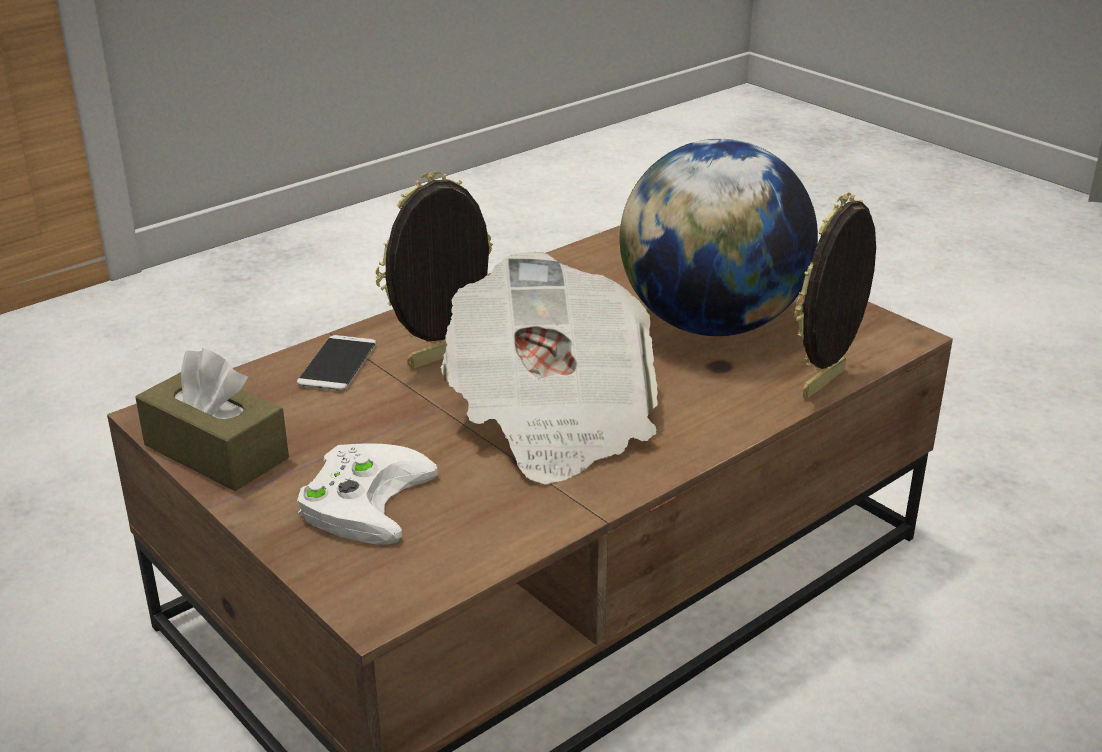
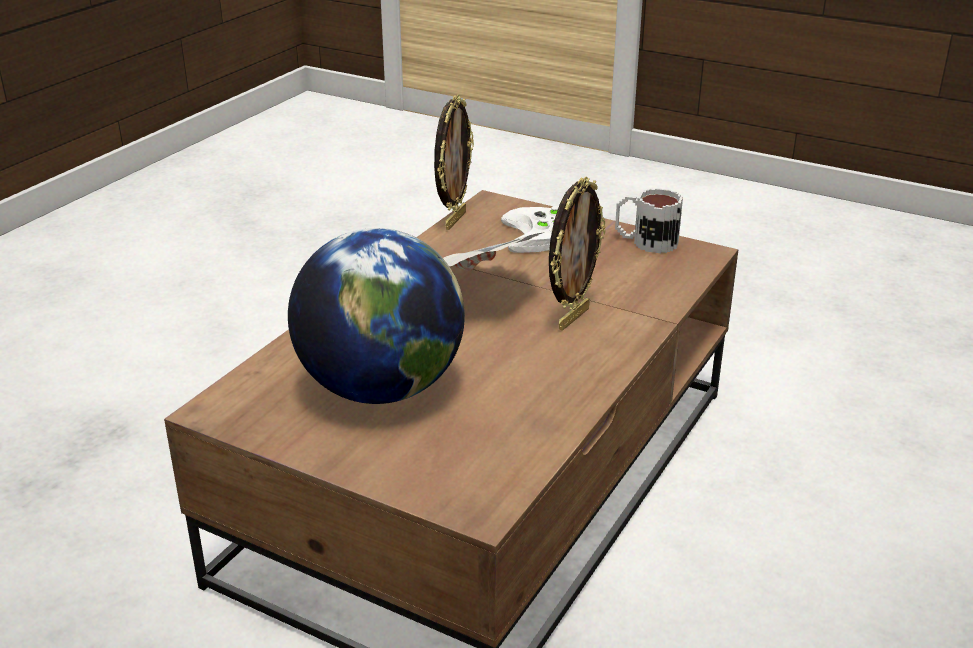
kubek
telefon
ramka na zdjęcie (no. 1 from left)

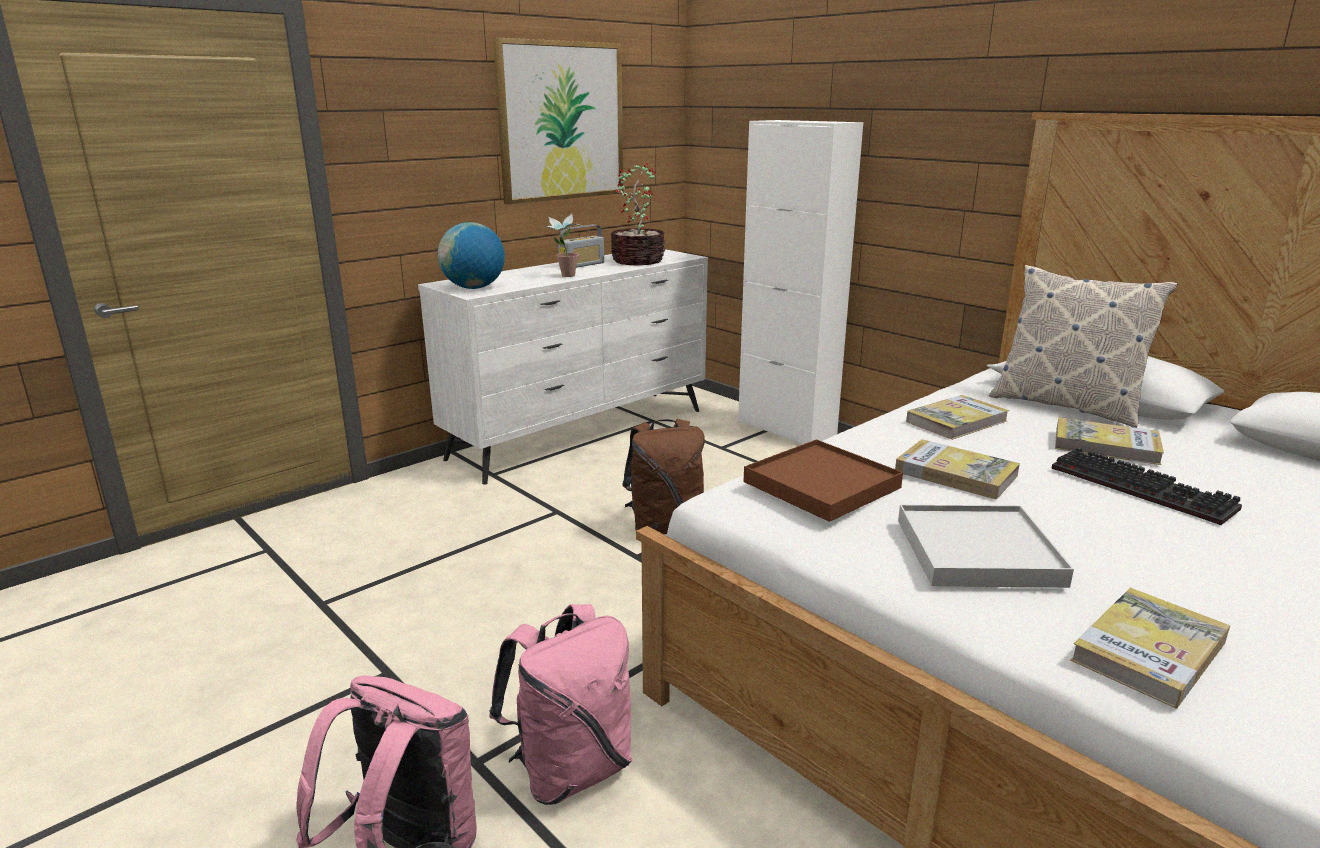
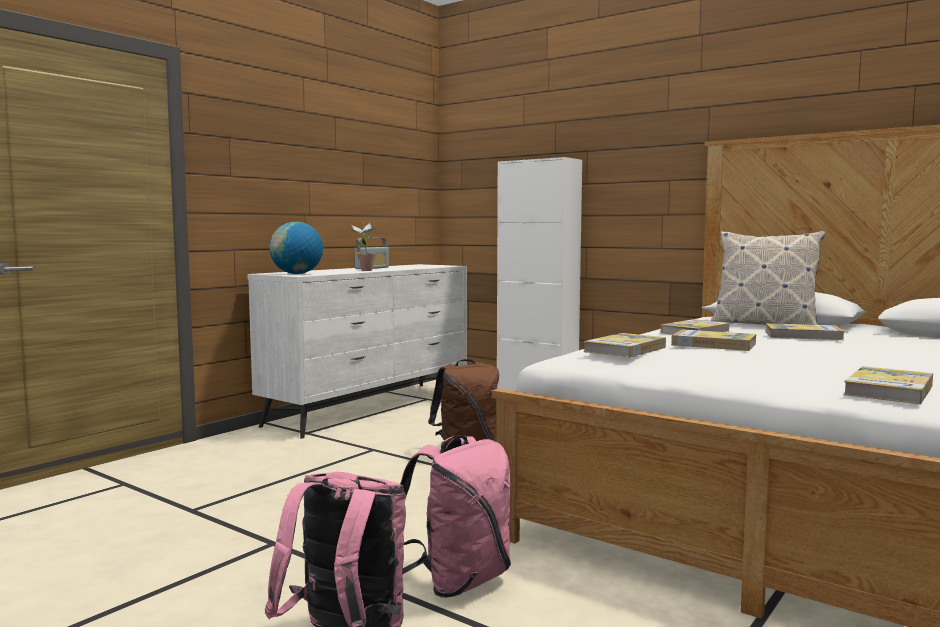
obraz
roślina doniczkowa (no. 2 from left in the first image)
książka (no. 1 from left)
taca/biały
klawiatura

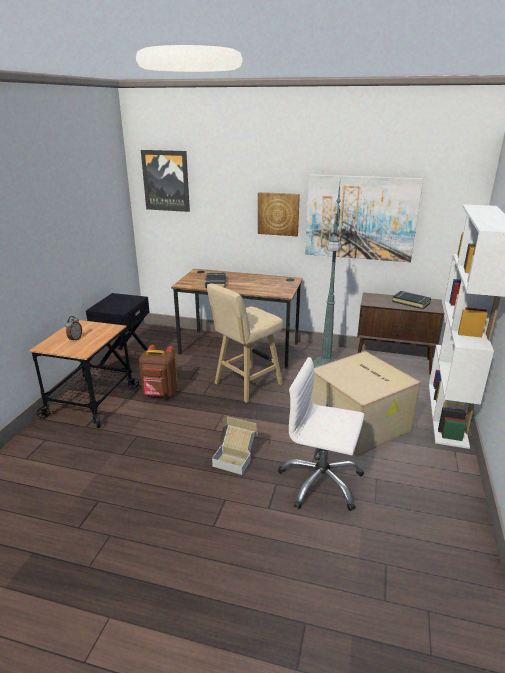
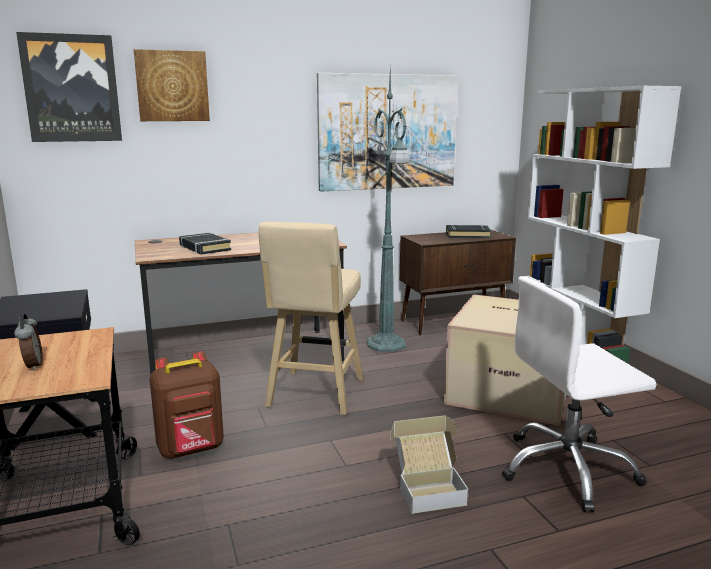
obraz (no. 2 from left)

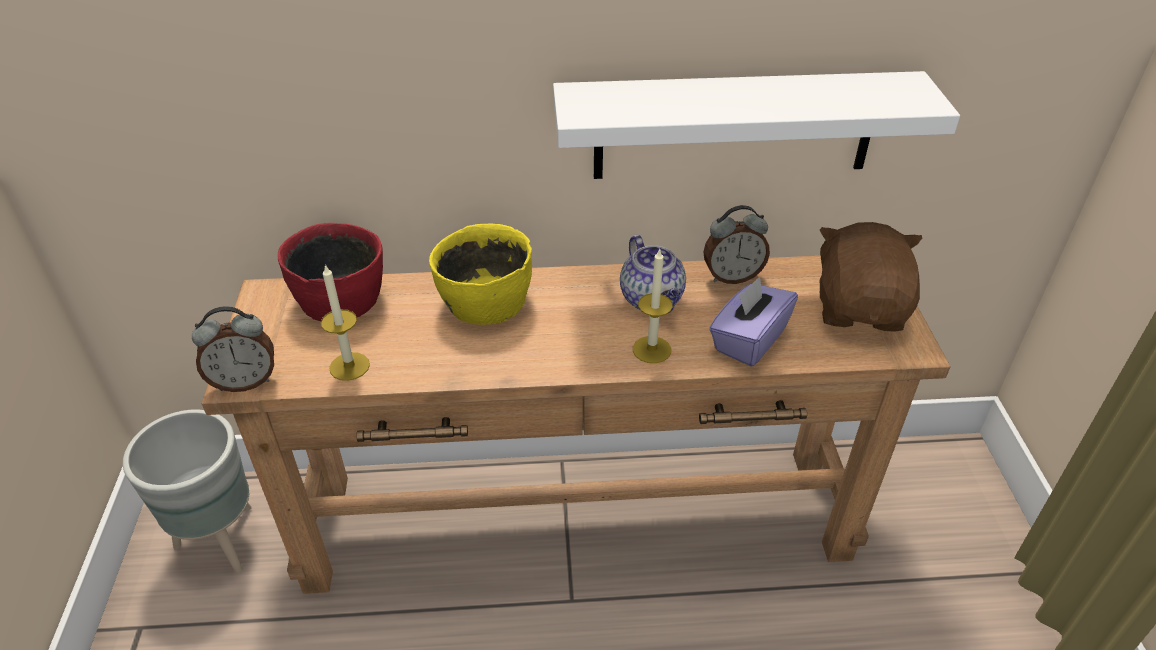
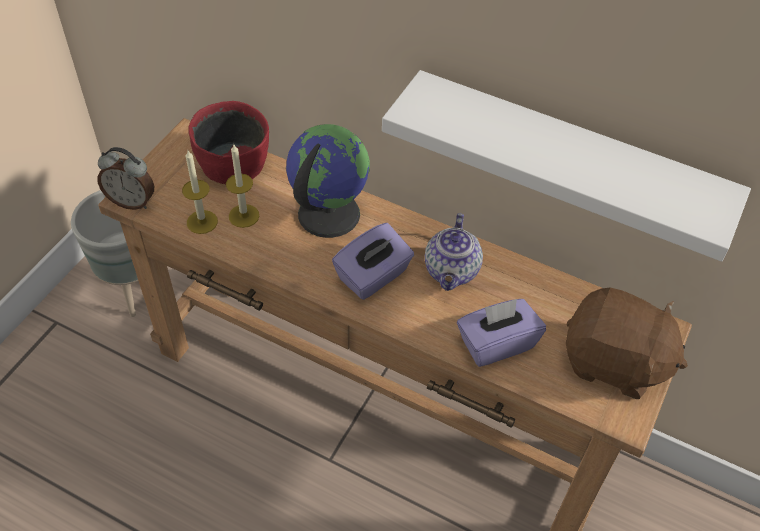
globus
świeca (no. 2 from left)
budzik (no. 2 from left in the first image)
pluszak/brązowy
pudełko chusteczek/fioletowy (no. 1 from left)

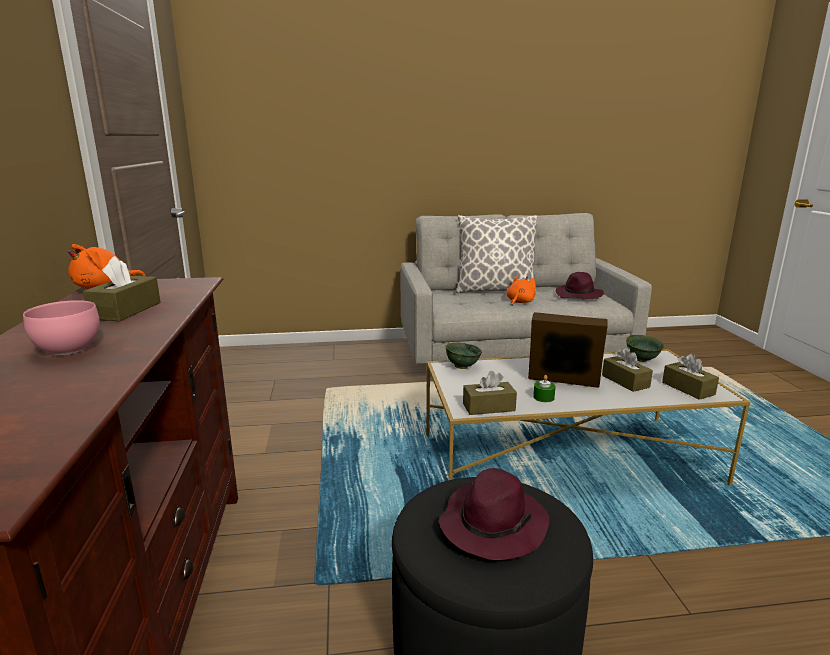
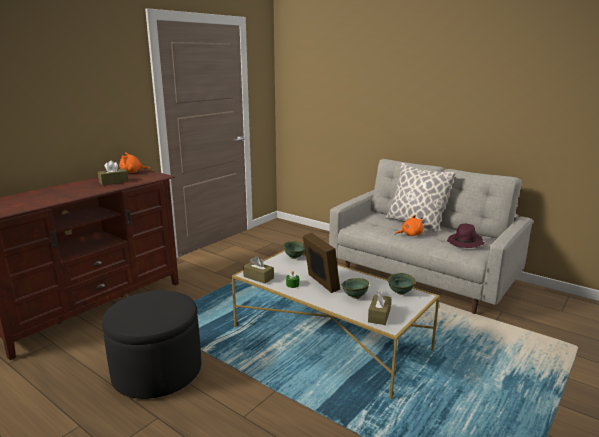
miska/różowy
kapelusz/fioletowy (no. 1 from left in the first image)
miska/zielony (no. 2 from left)

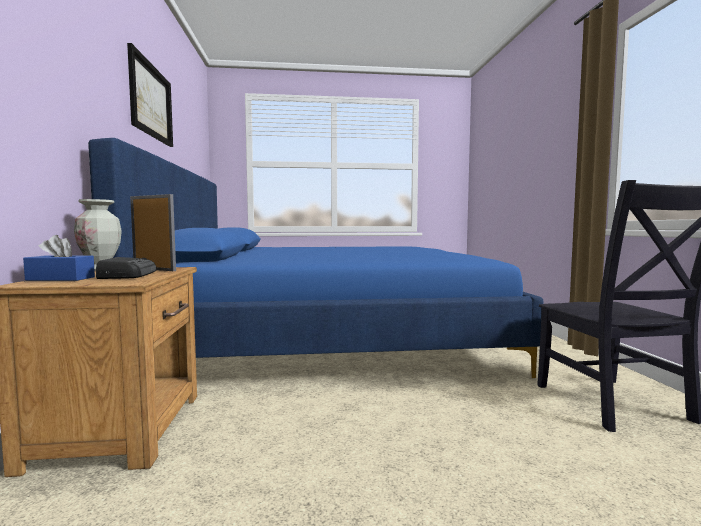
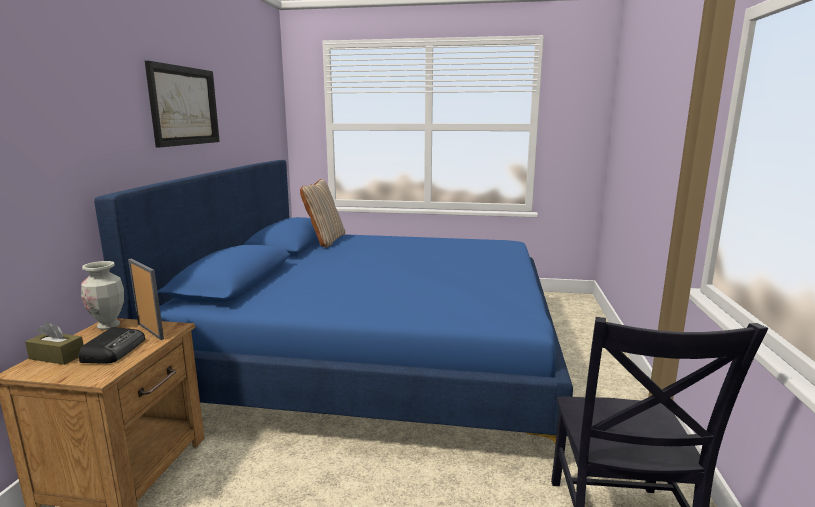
pudełko chusteczek/brązowy
poduszka/beżowy

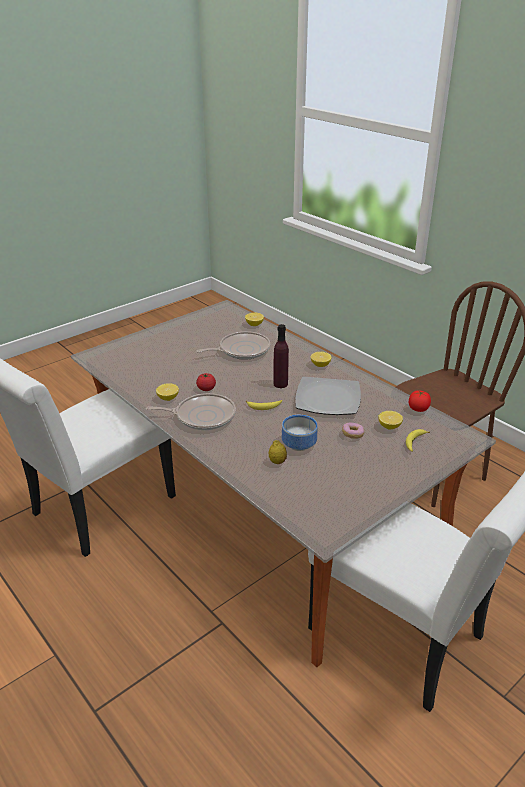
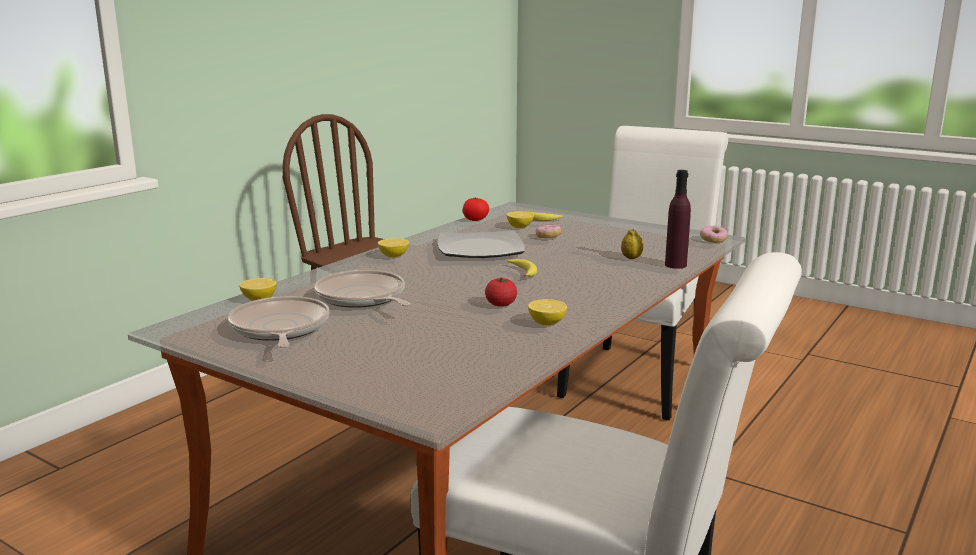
patelnia (no. 1 from left)
butelka/fioletowy
miska
donut (no. 2 from left)

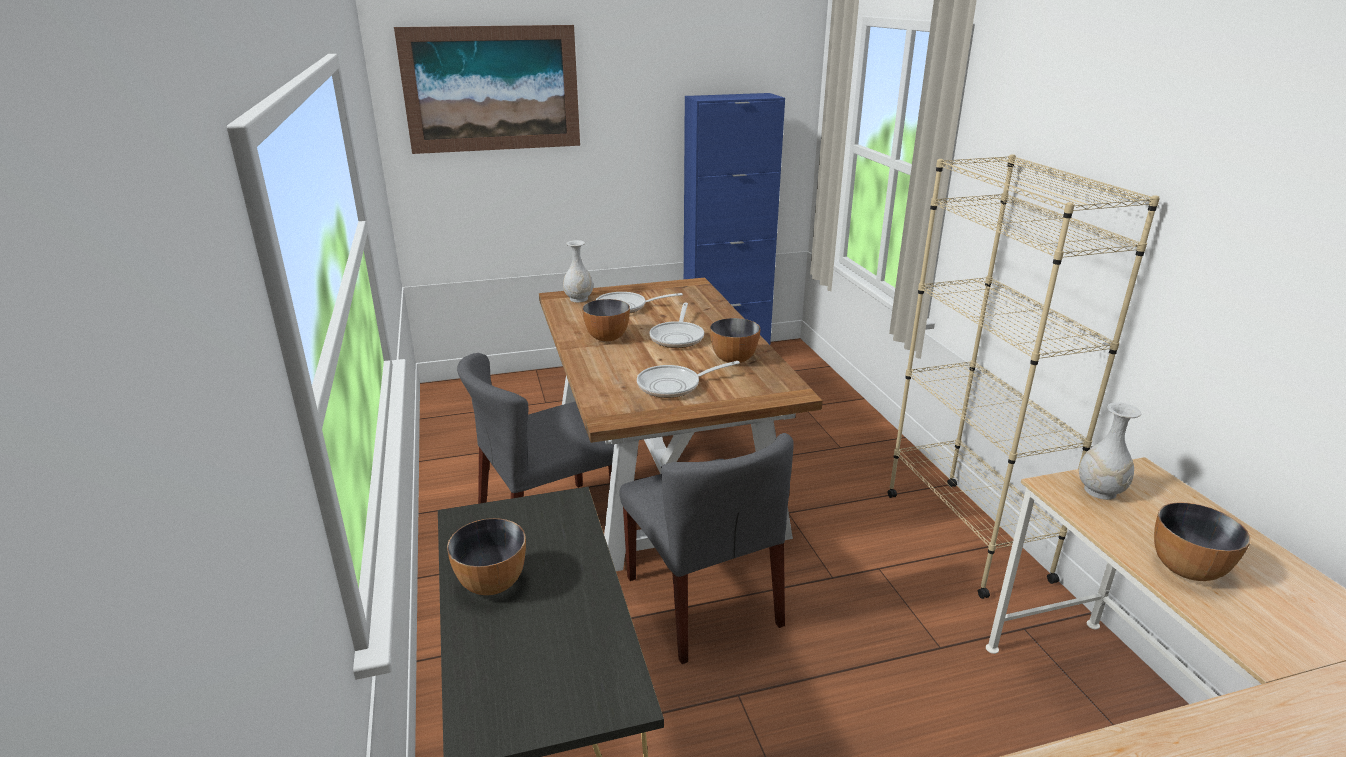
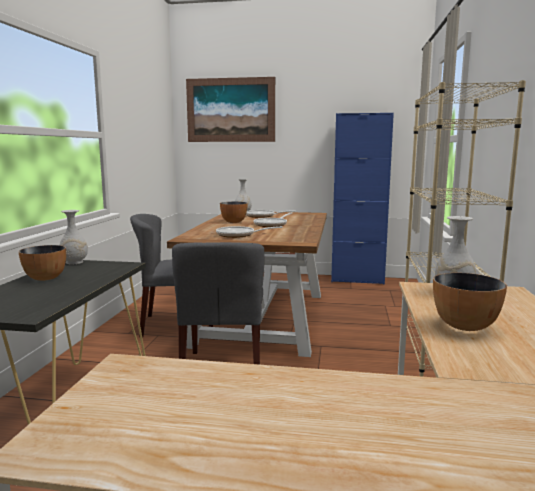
miska (no. 3 from left in the first image)
wazon/biały (no. 1 from left)

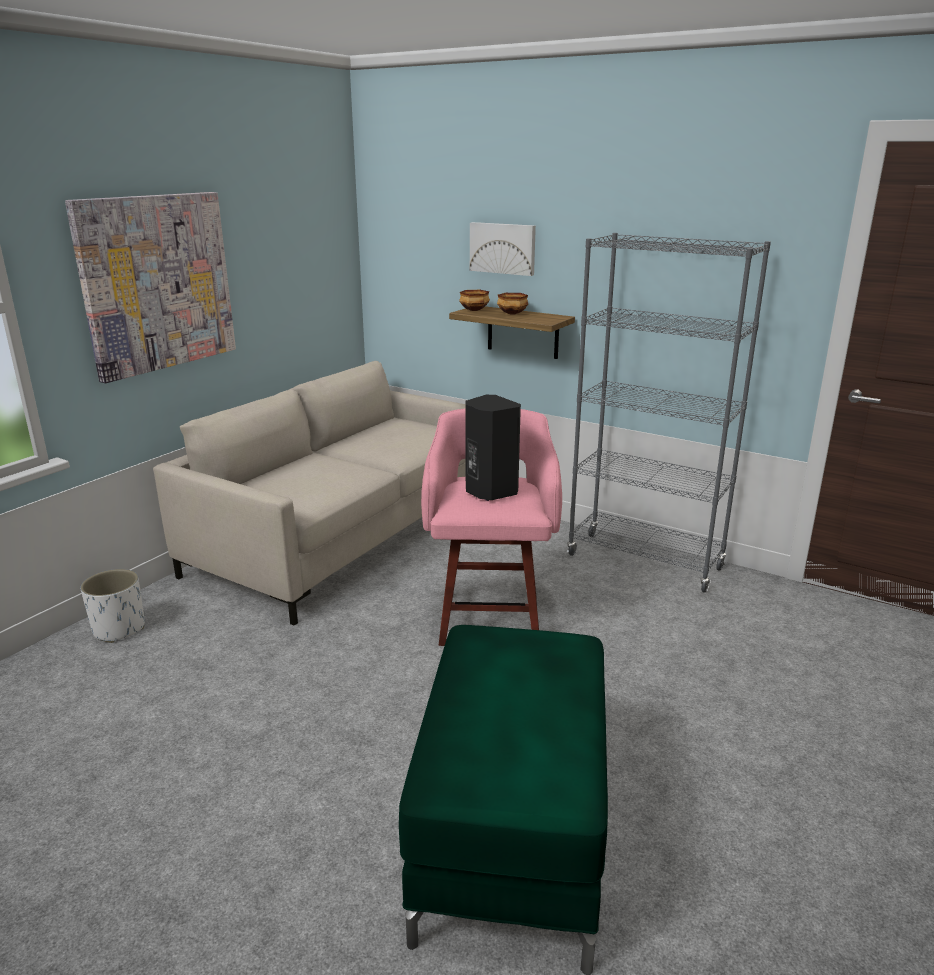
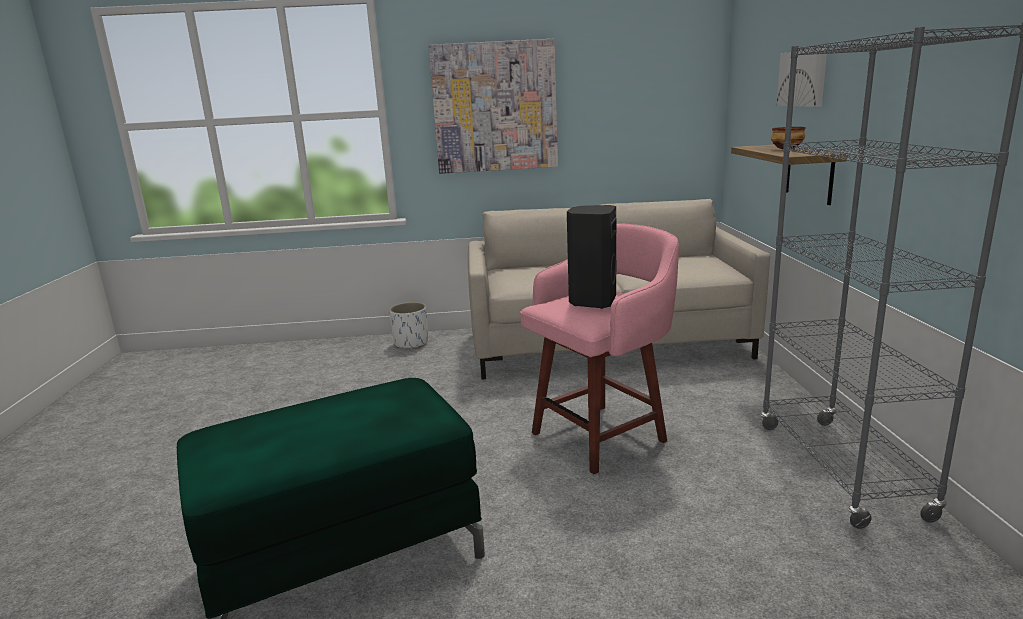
miska (no. 1 from left in the first image)

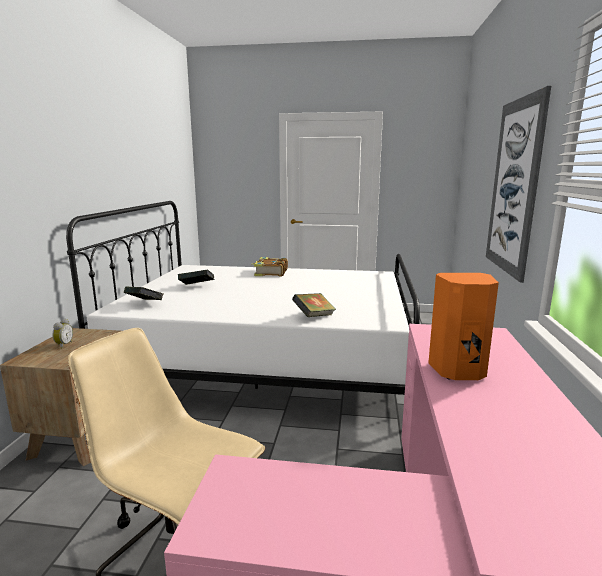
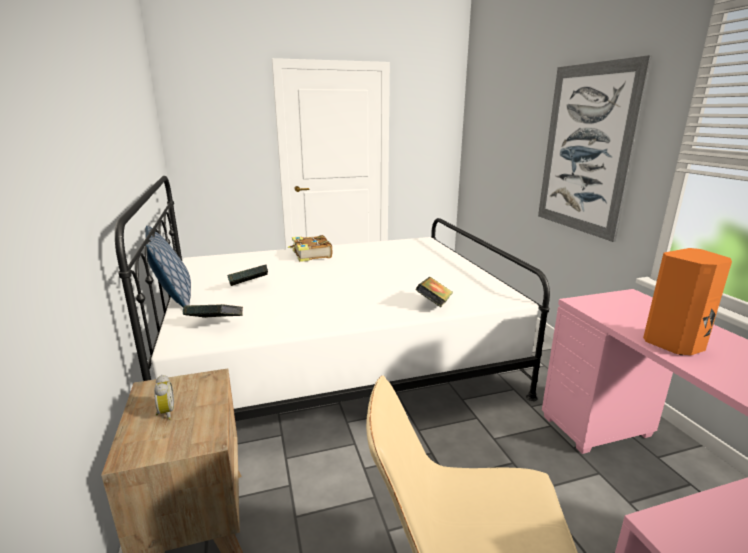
poduszka

